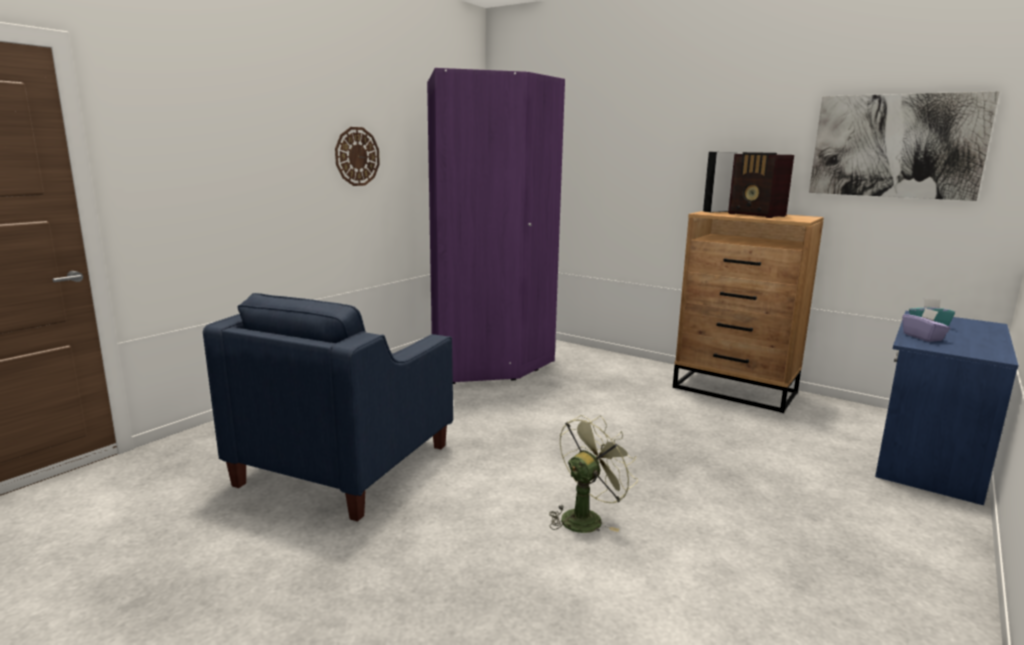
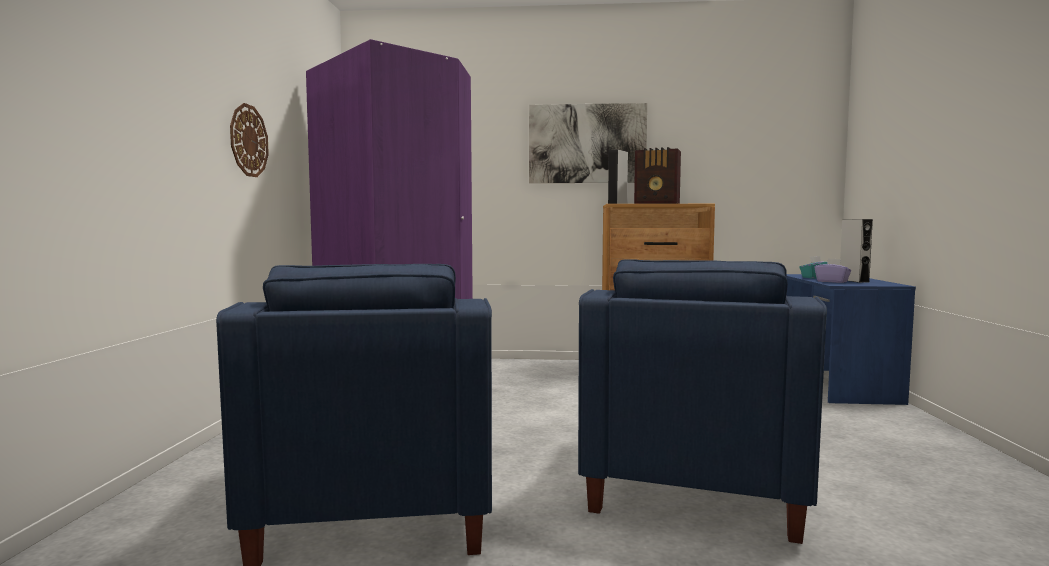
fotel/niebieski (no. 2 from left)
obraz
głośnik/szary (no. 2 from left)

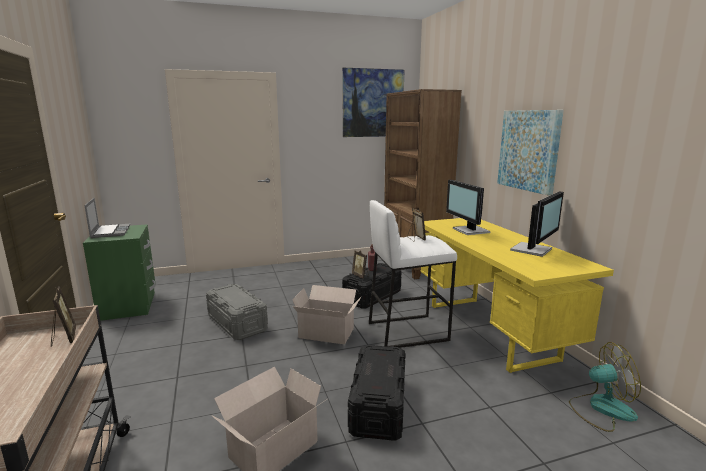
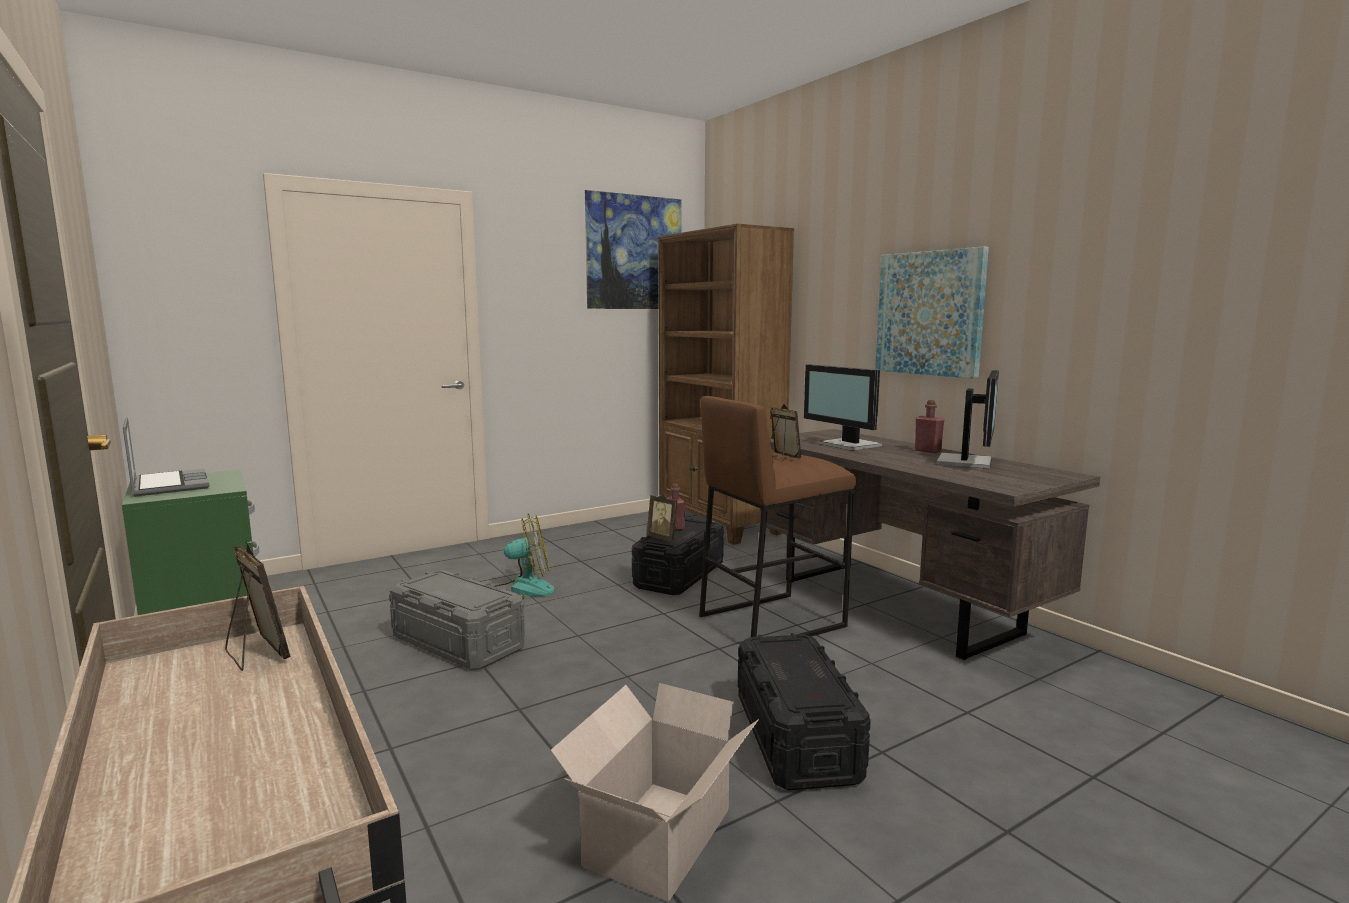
karton (no. 2 from left in the first image)
stołek/brązowy
biurko/brązowy
wentylator
butelka/czerwony (no. 2 from left)

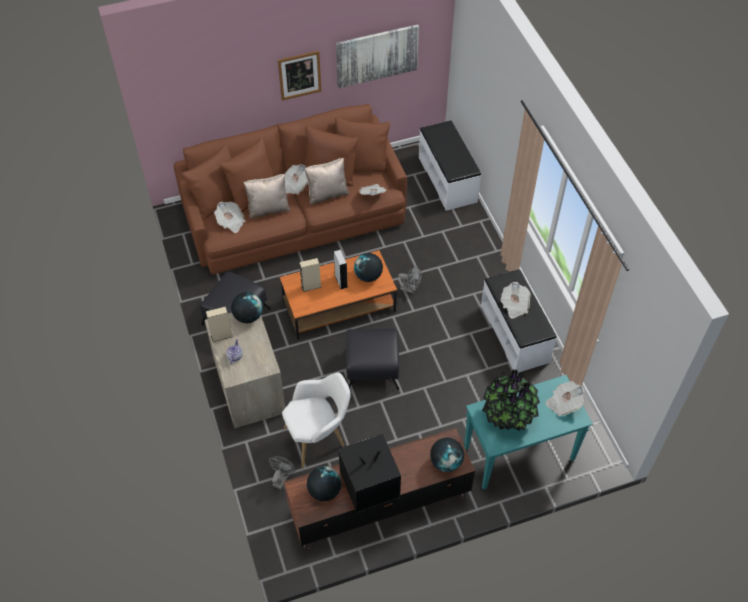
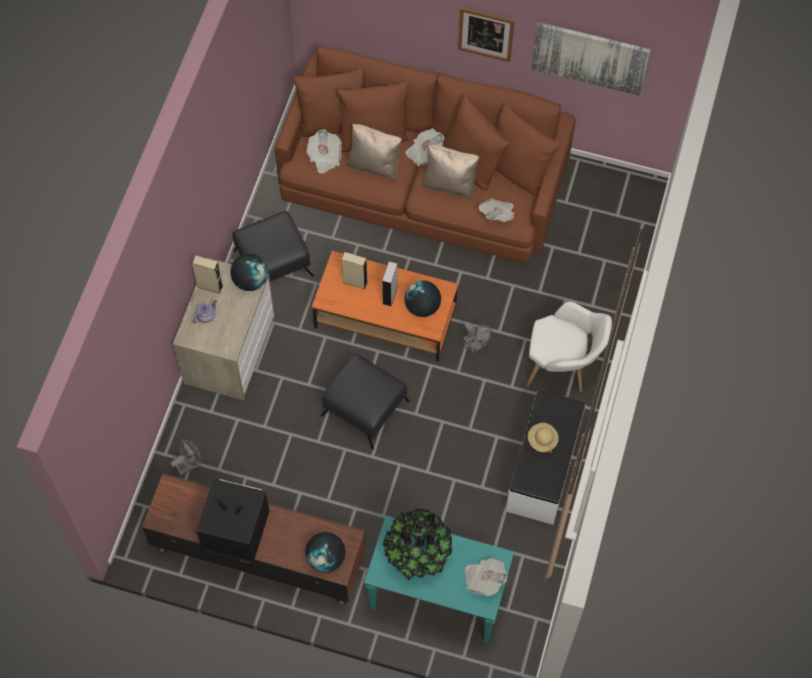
fotel/biały
globus (no. 2 from left in the first image)
ławka/biały (no. 1 from left in the first image)
kapelusz/beżowy

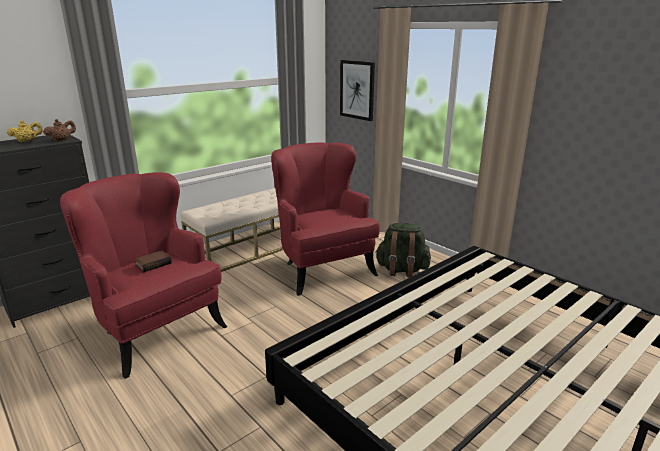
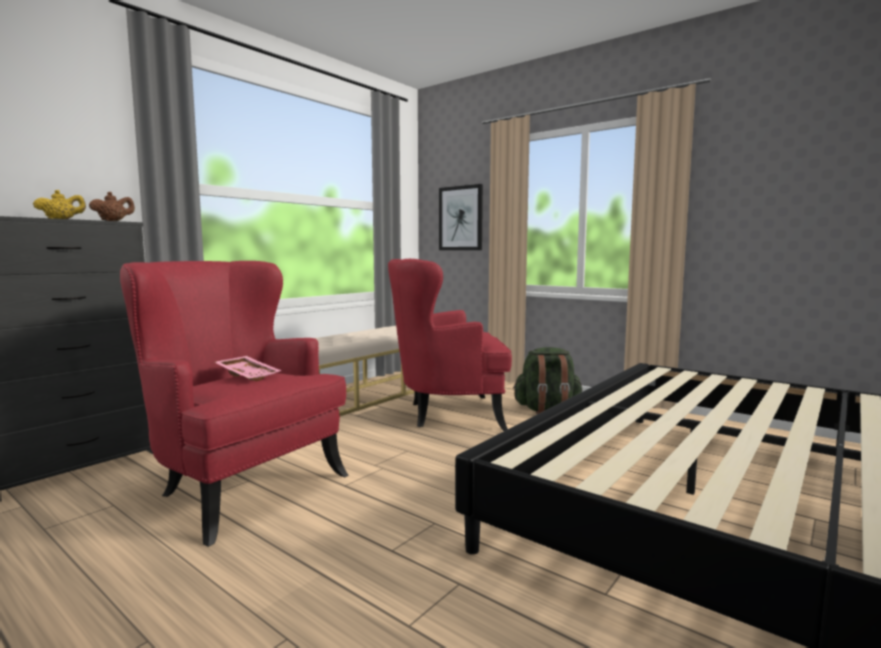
taca/różowy
fotel/czerwony (no. 2 from left)

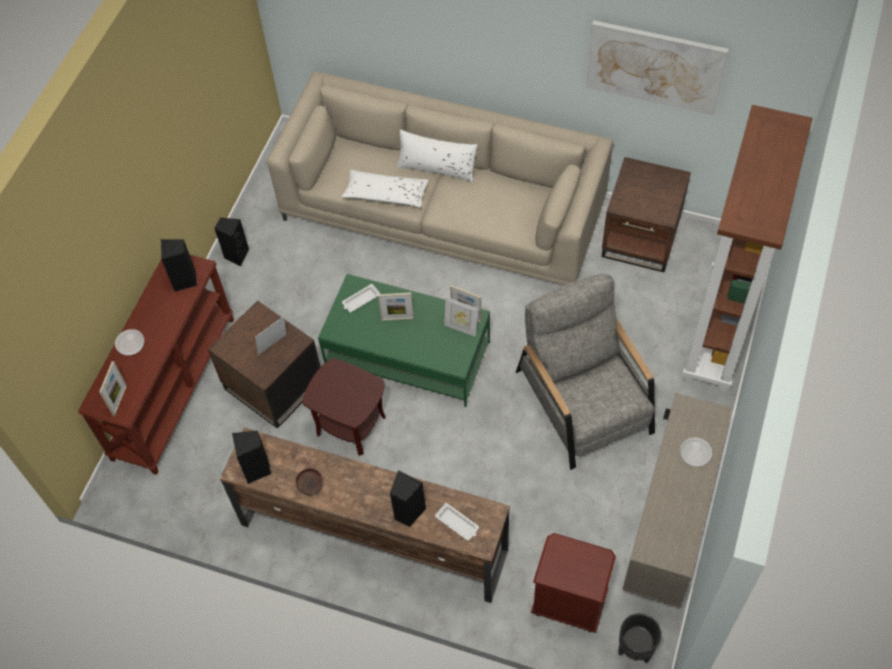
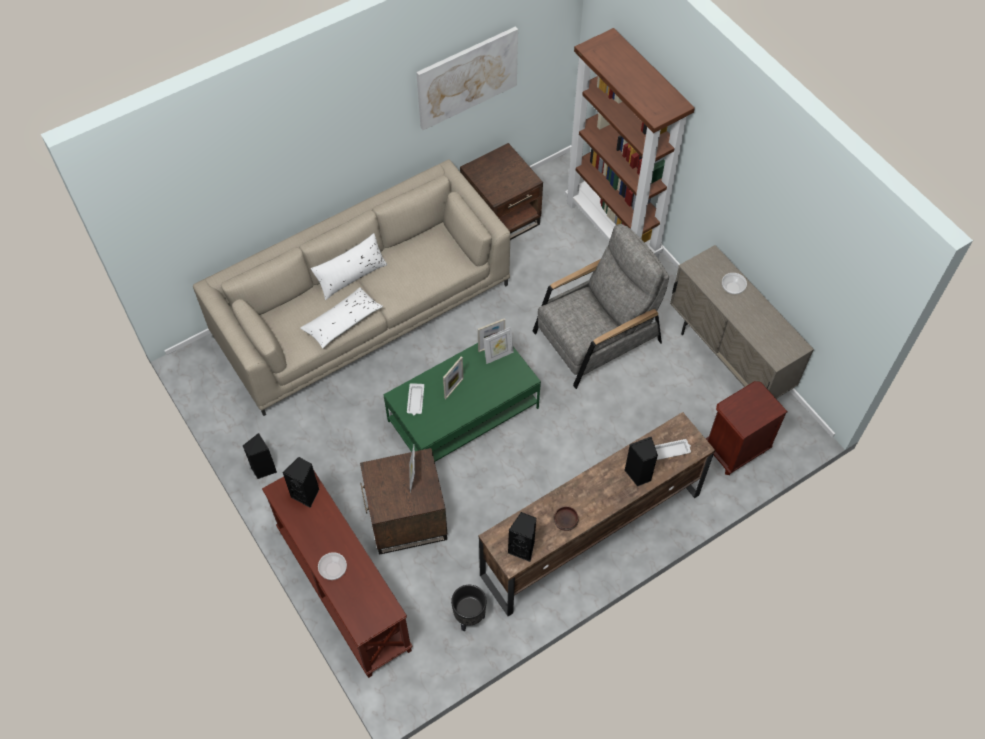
ramka na zdjęcie (no. 1 from left in the first image)
stolik/brązowy (no. 2 from left in the first image)
fotel/szary
donica/czarny

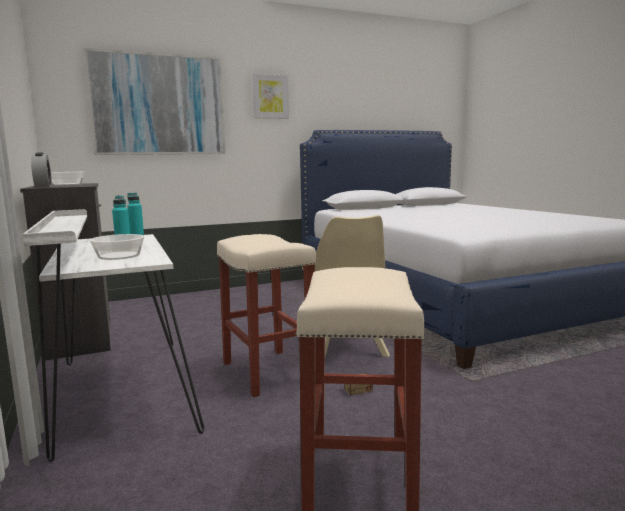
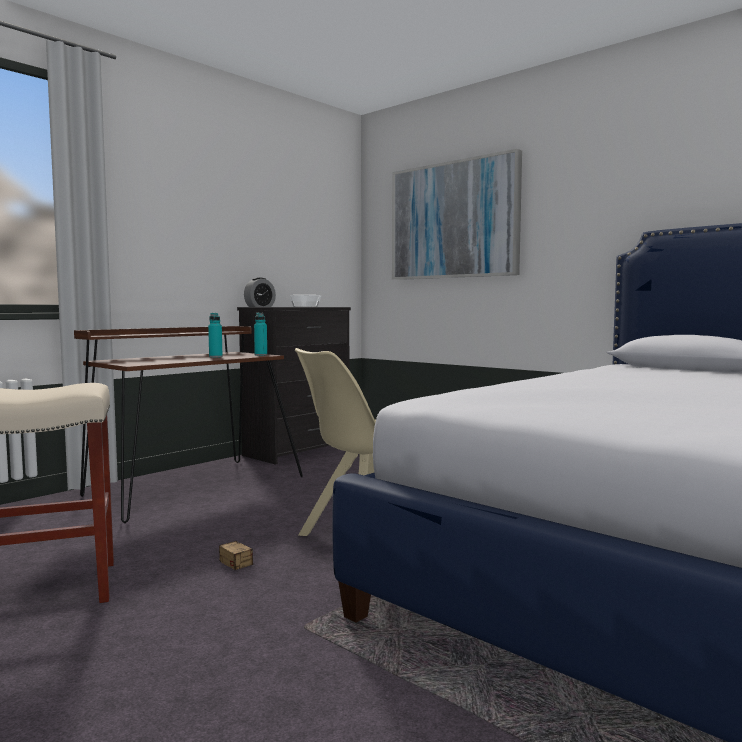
biurko/brązowy
miska (no. 2 from left in the first image)
stołek/beżowy (no. 1 from left in the first image)
obraz (no. 2 from left in the first image)

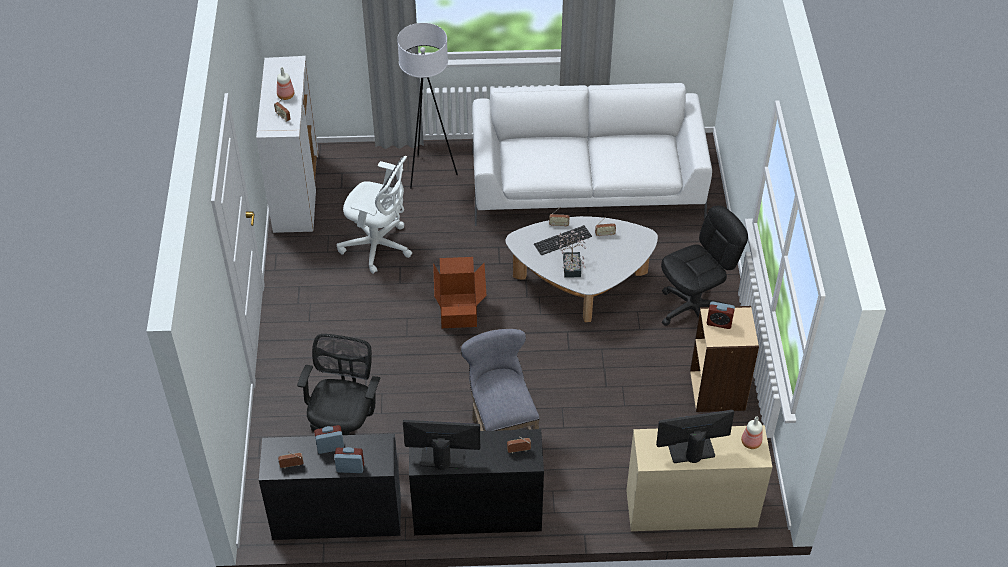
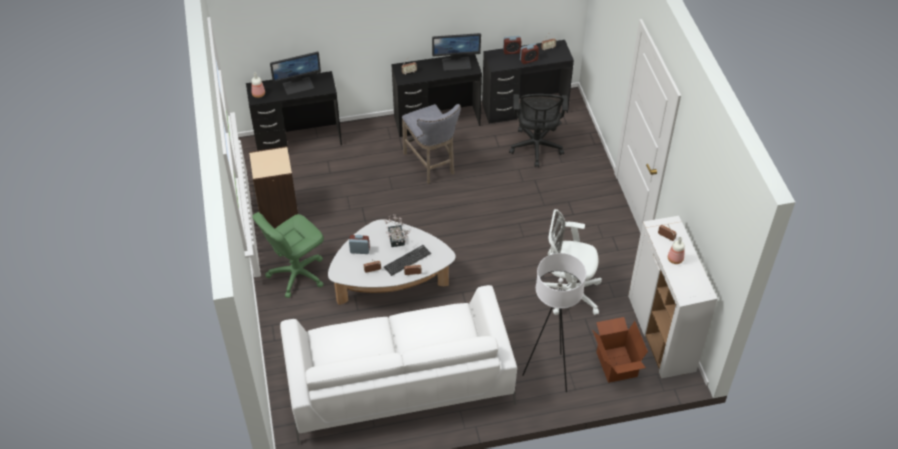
karton
biurko/czarny (no. 1 from left)
krzesło biurowe/zielony
budzik (no. 1 from left)

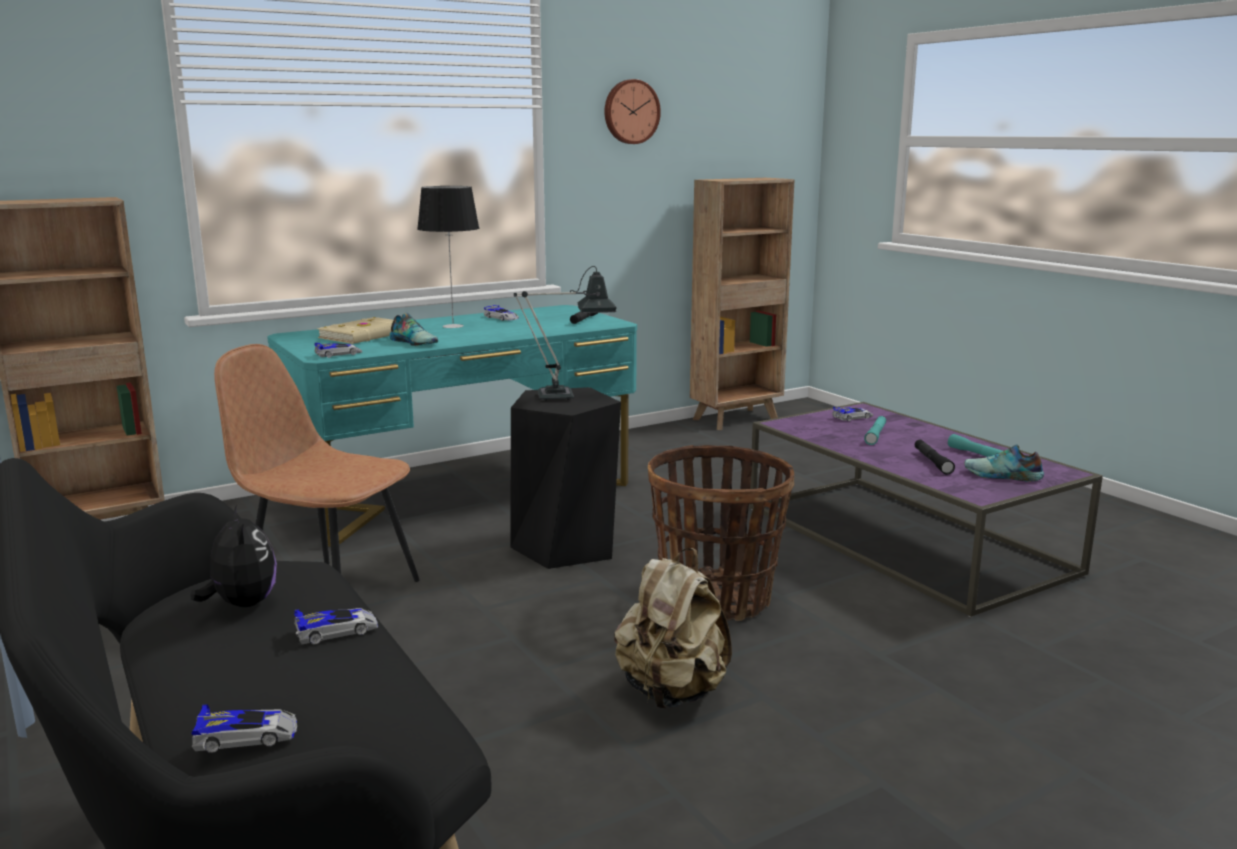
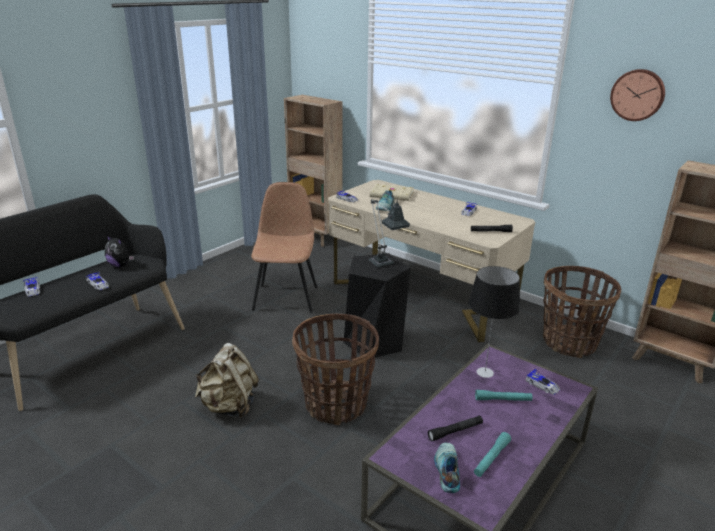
pluszak
biurko/beżowy
lampa stołowa (no. 2 from left)
koszyk (no. 2 from left)

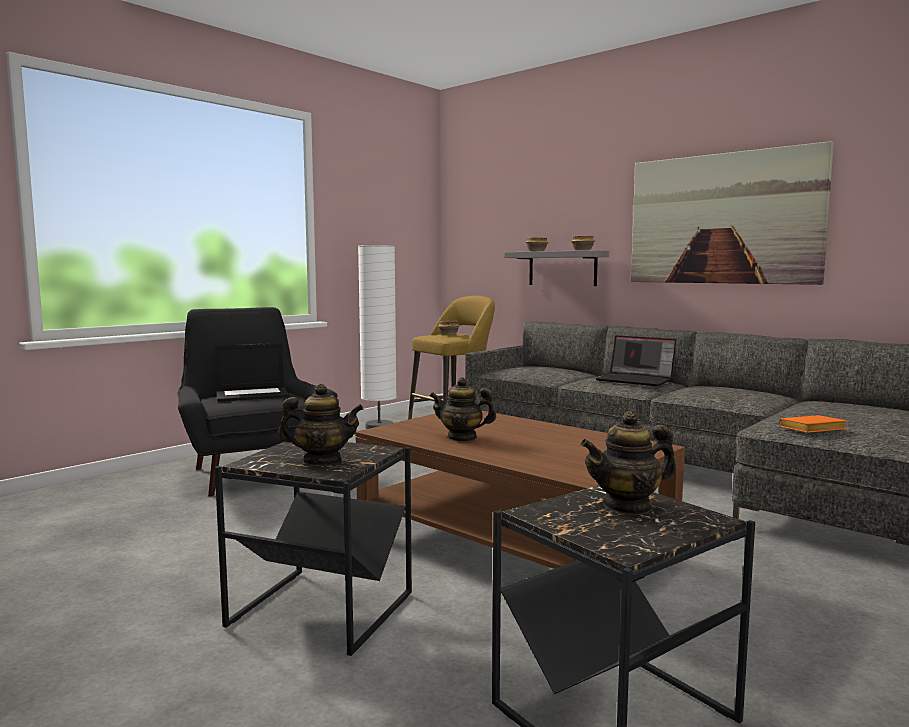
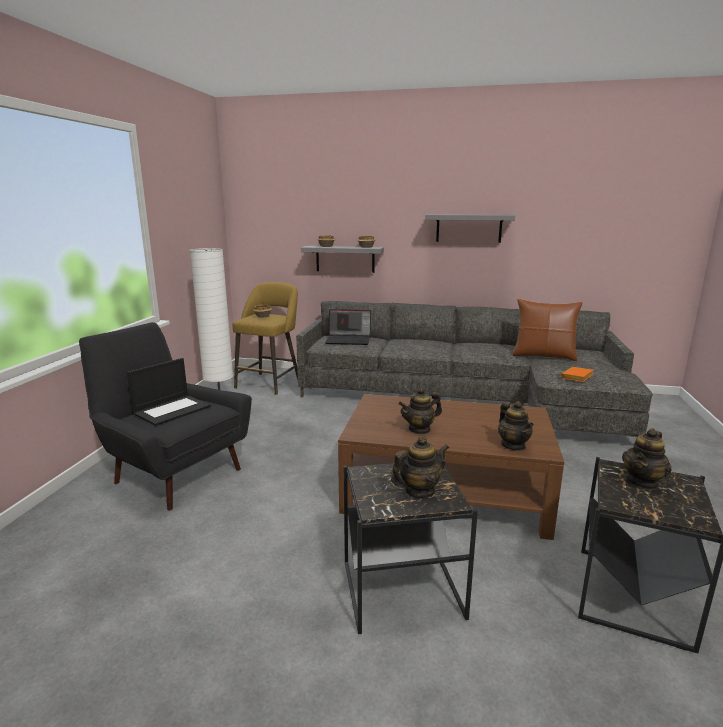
laptop (no. 2 from left)
półka/szary (no. 2 from left)
imbryk (no. 3 from left)
poduszka/brązowy

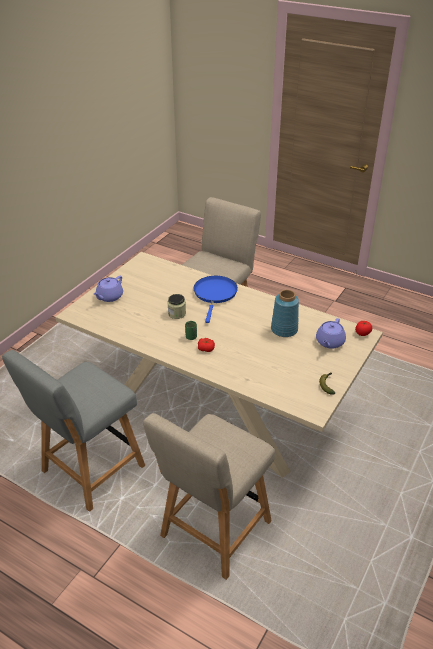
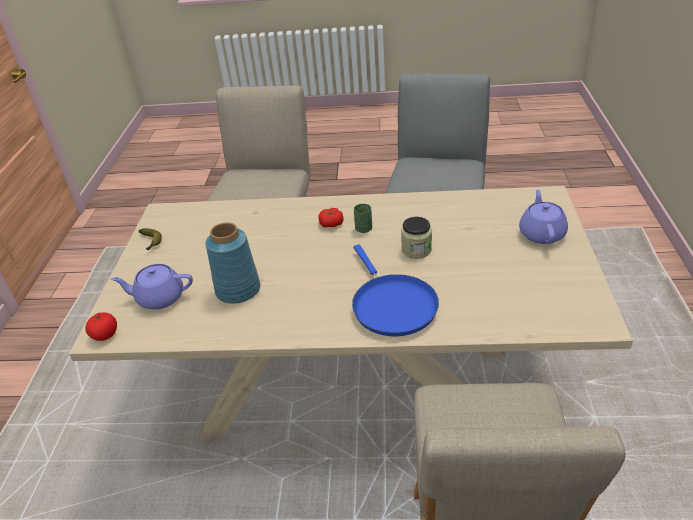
imbryk/fioletowy (no. 1 from left)

